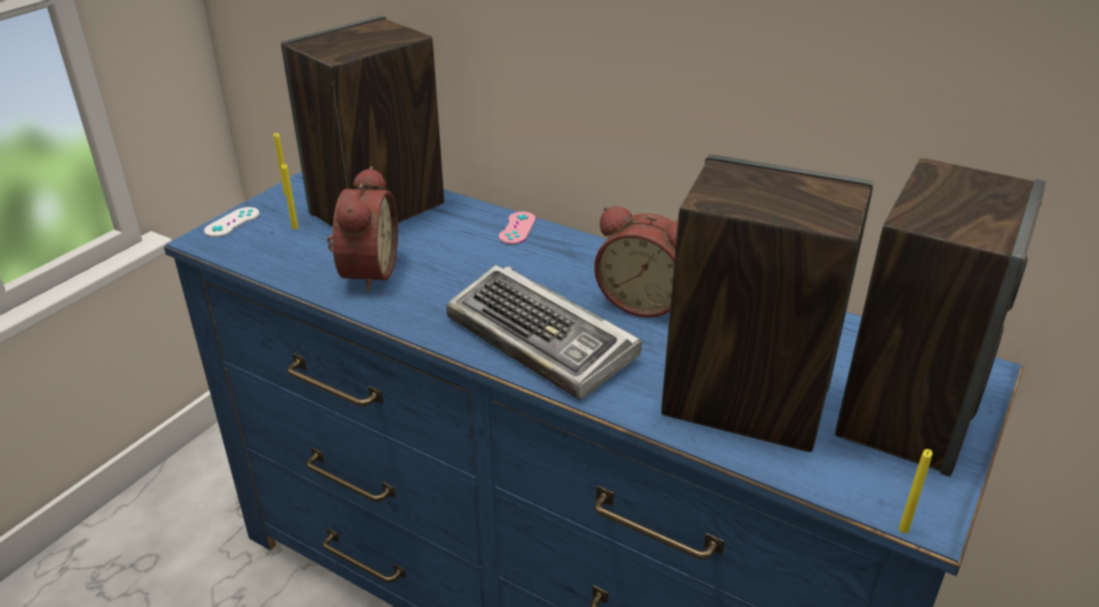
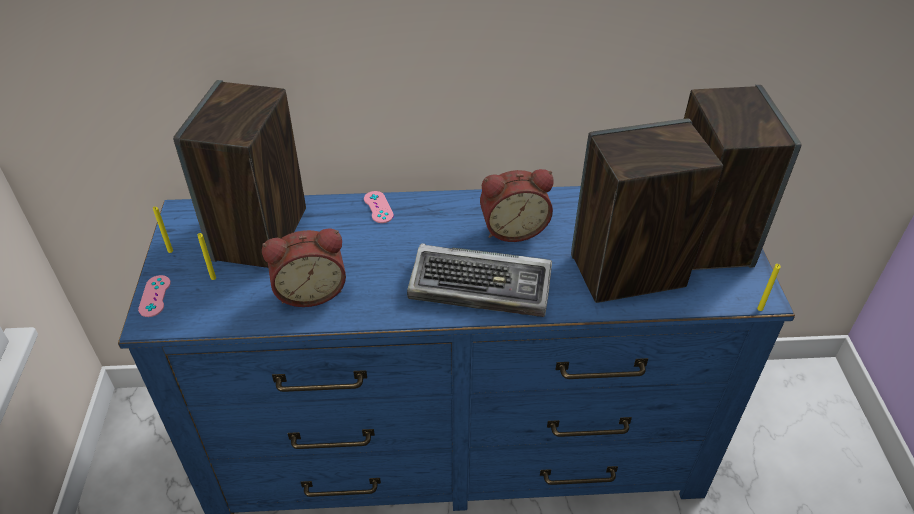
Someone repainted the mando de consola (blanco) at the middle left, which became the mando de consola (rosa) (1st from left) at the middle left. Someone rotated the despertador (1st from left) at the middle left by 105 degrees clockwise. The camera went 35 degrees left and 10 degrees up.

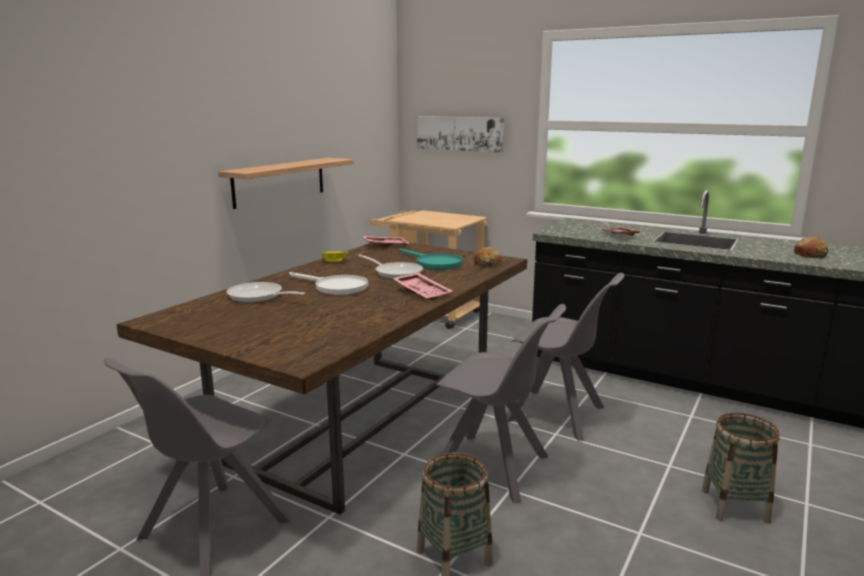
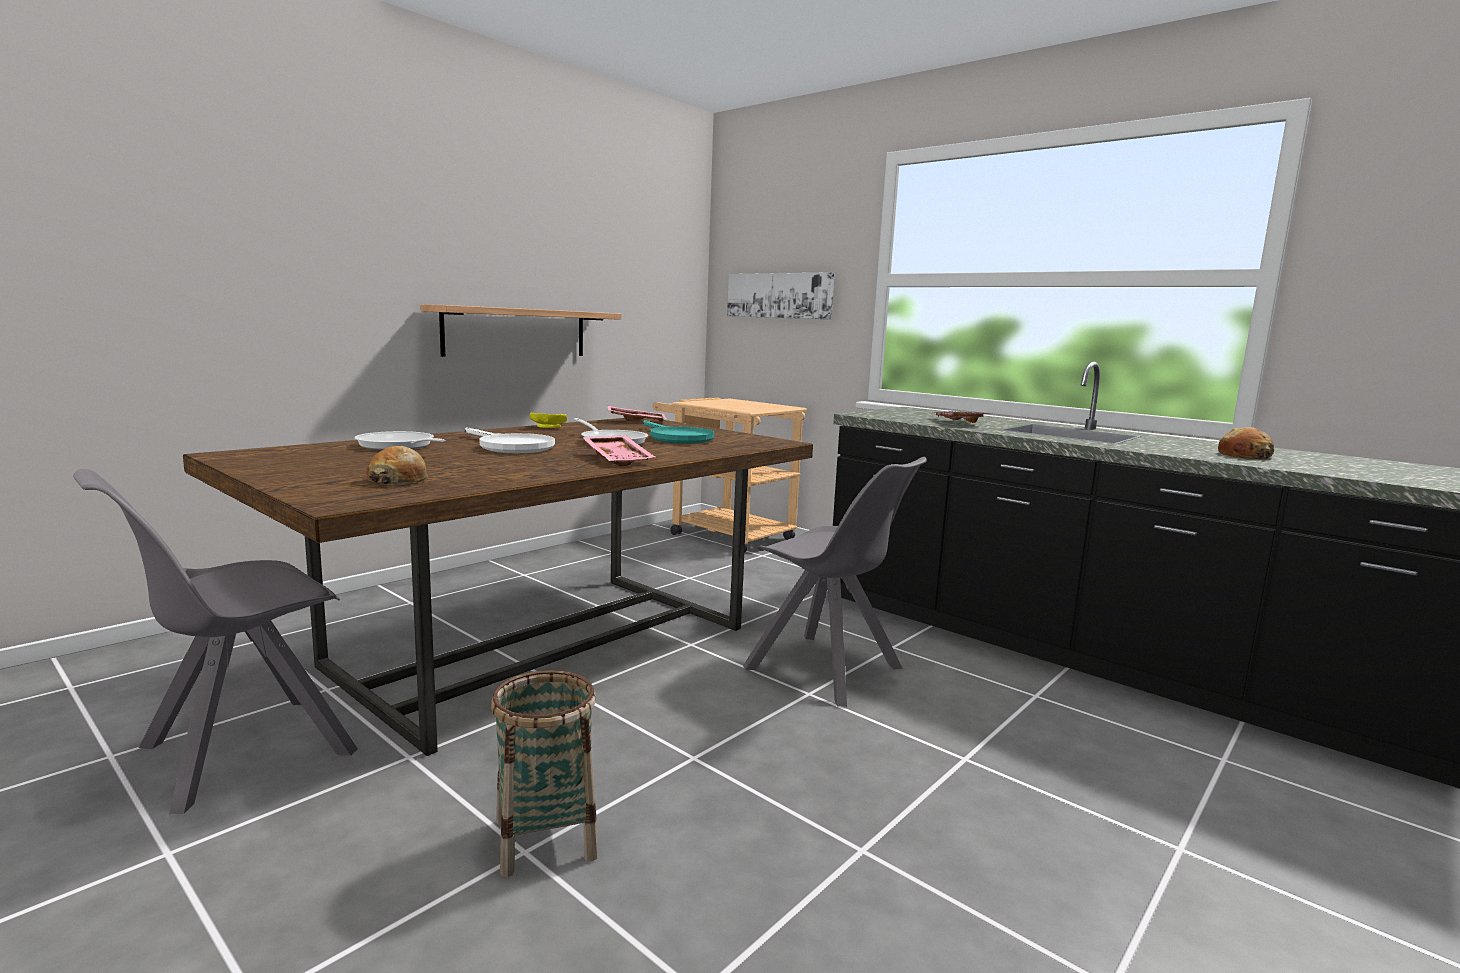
Someone took away the silla (gris) (2nd from left) at the bottom centre. Someone took away the cesta (2nd from left) at the bottom right. Someone carried the pan (1st from left) from the centre to the middle left. The camera went 10 degrees right and 5 degrees down.

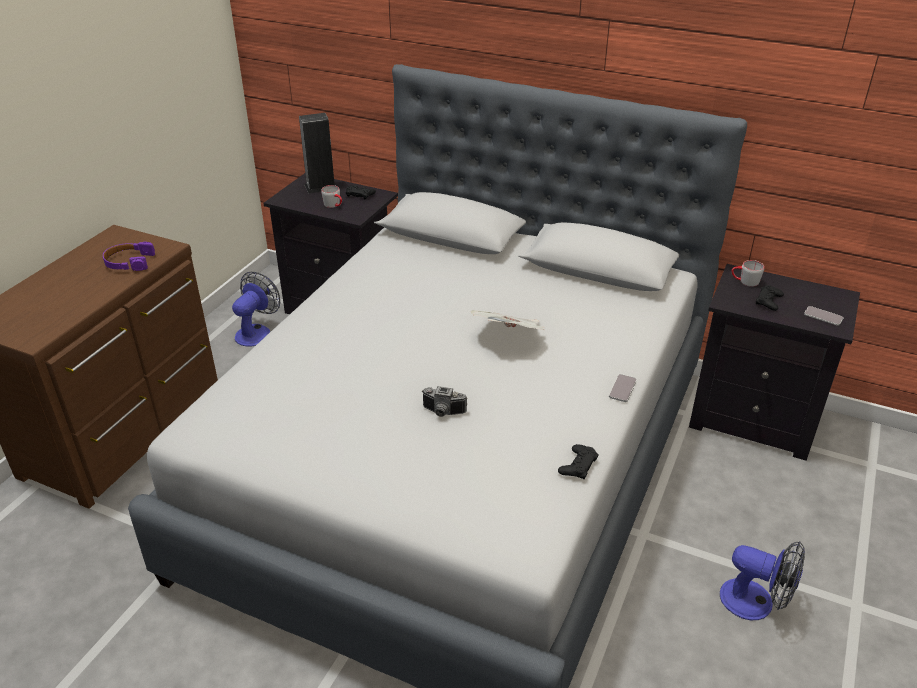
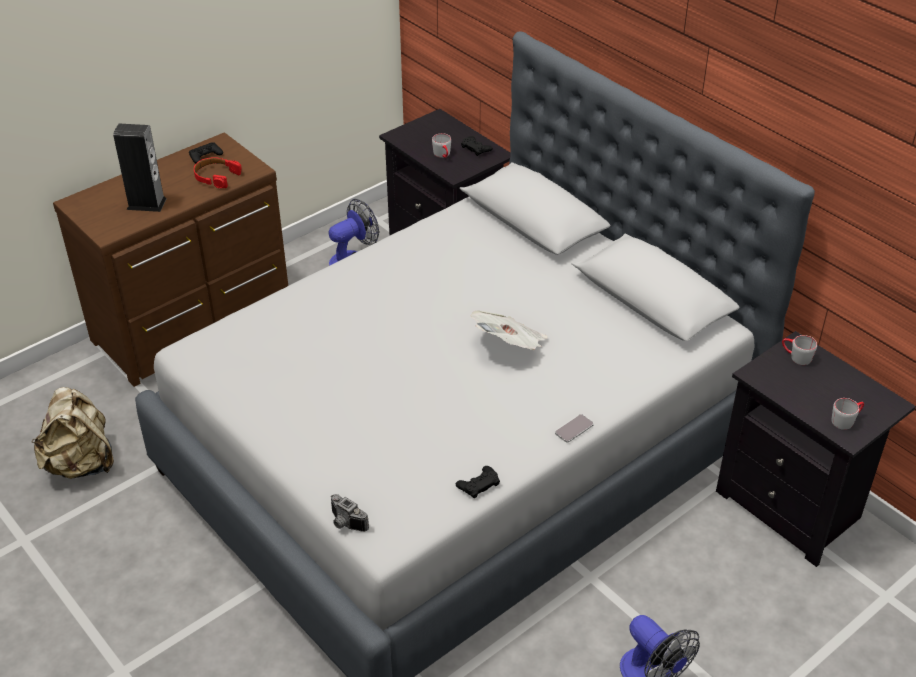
Someone put down the mochila (beis) at the middle left. Someone carried the altavoz from the top centre to the top left. Someone carried the cámara from the centre to the bottom centre. Someone carried the mando de consola (negro) (3rd from left in the first image) from the middle right to the top left. Someone swapped the móvil (2nd from left) at the middle right for the taza grande (gris) (3rd from left) at the middle right. Someone repainted the auriculares (morado) at the middle left, which became the auriculares (rojo) at the top left. The camera went 25 degrees right and 5 degrees up.

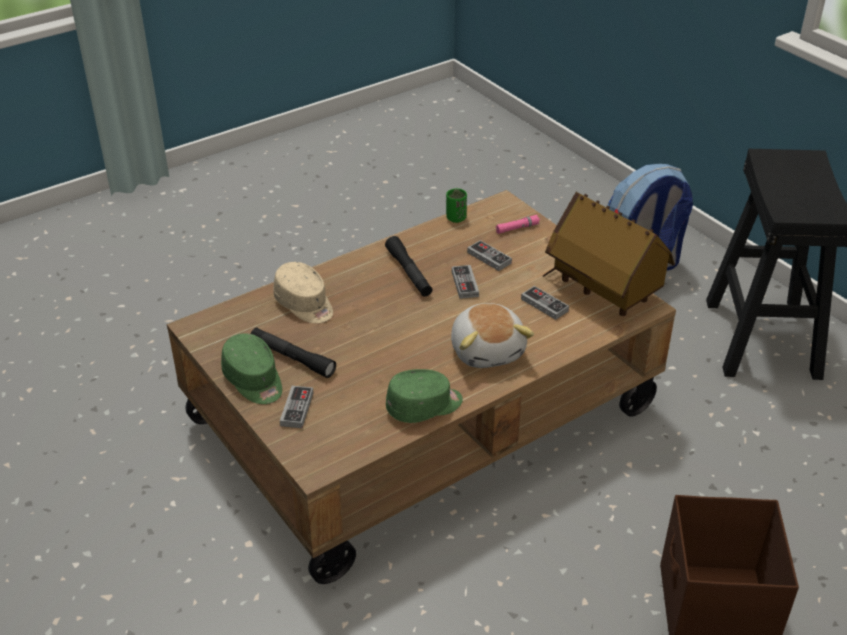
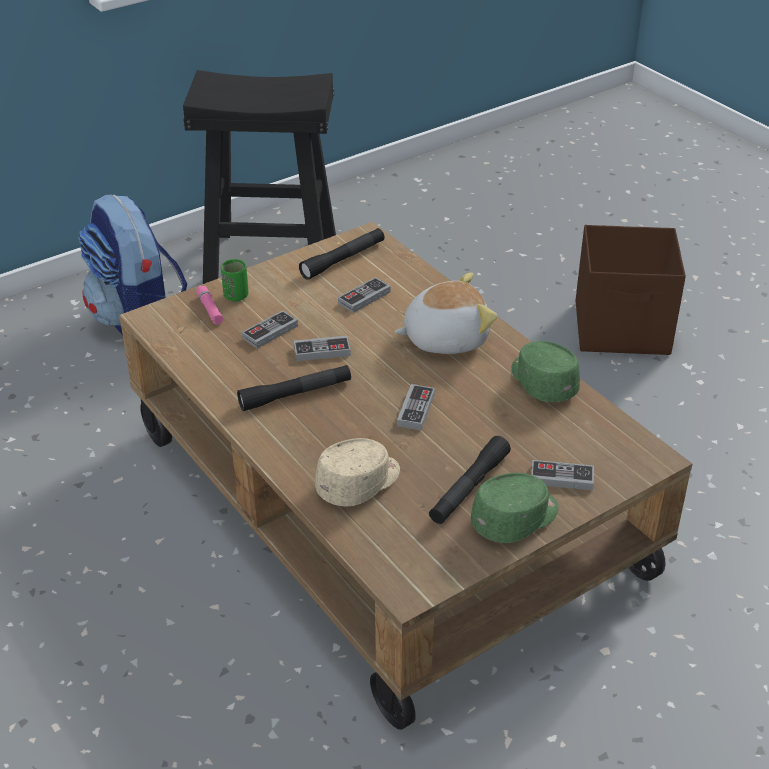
Someone put down the mando de consola (4th from left) at the centre. Someone carried the taza (verde) from the top centre to the middle left. Someone swapped the casita at the middle right for the linterna (negro) (2nd from left) at the top centre. The camera went 90 degrees left and 0 degrees up.

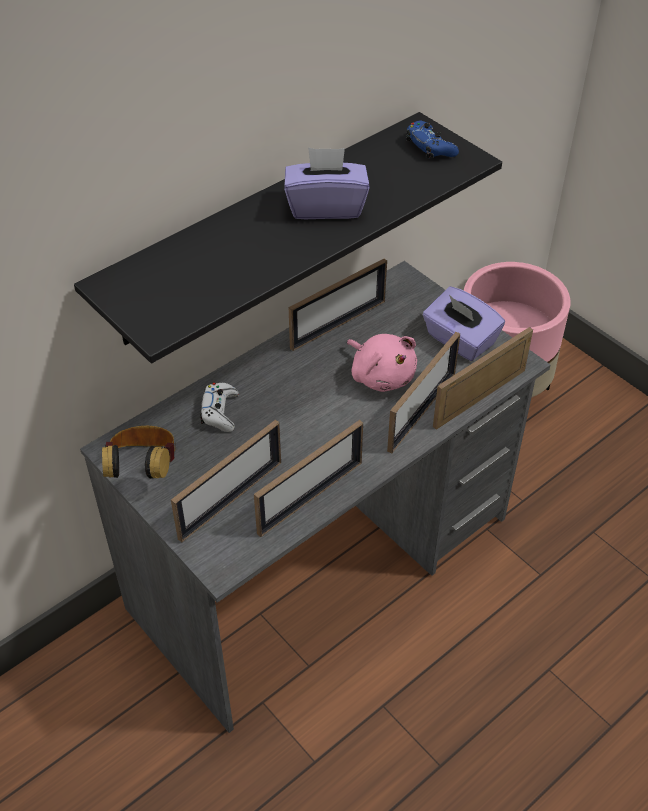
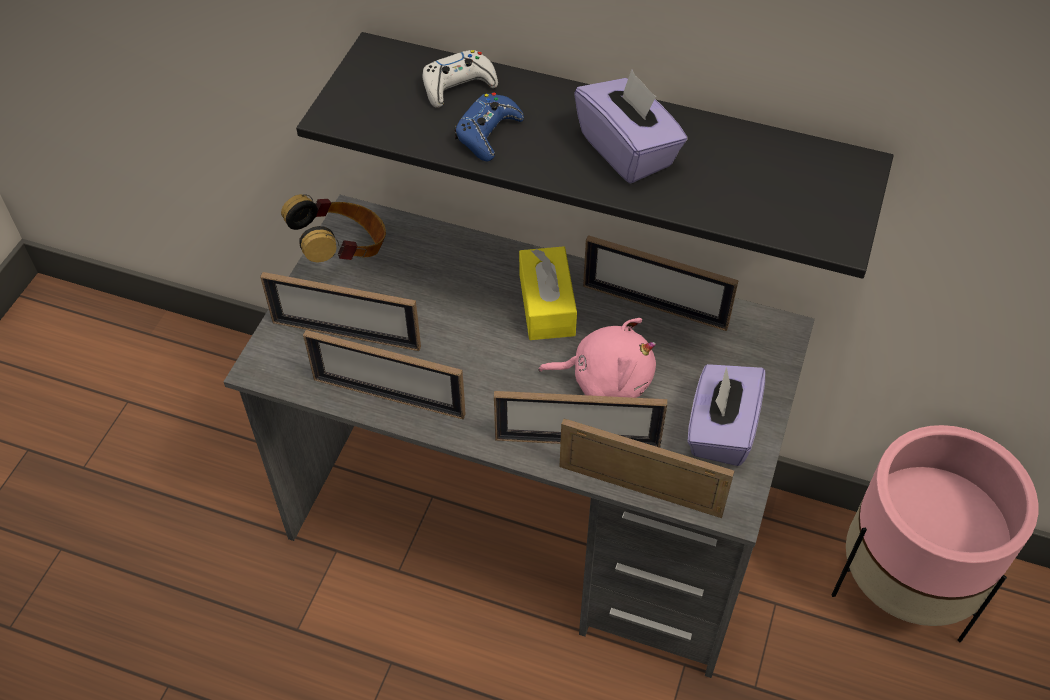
Someone put down the caja de pañuelos (amarillo) at the centre. Someone carried the mando de consola (blanco) from the centre to the top centre. Someone carried the mando de consola (azul) from the top right to the top centre. Someone rotated the peluche (rosa) at the centre by 105 degrees counterclockwise. The camera went 60 degrees right and 5 degrees up.

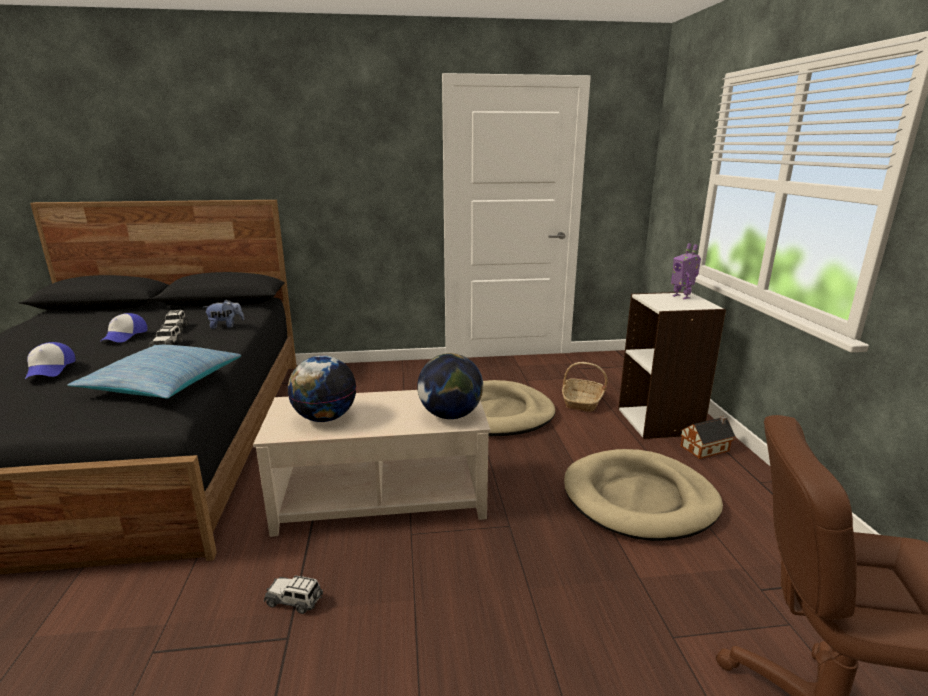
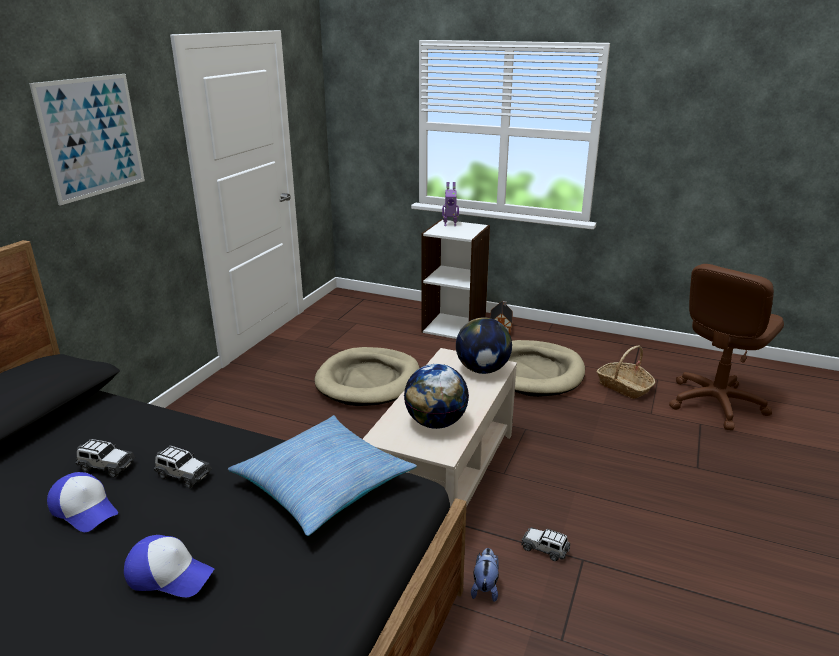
Someone put up the cuadro at the top left. Someone carried the peluche from the middle left to the bottom centre. Someone carried the cesta from the centre to the middle right. Someone rotated the coche de juguete (3rd from left) at the bottom left by 75 degrees clockwise. The camera went 60 degrees left and 5 degrees up.

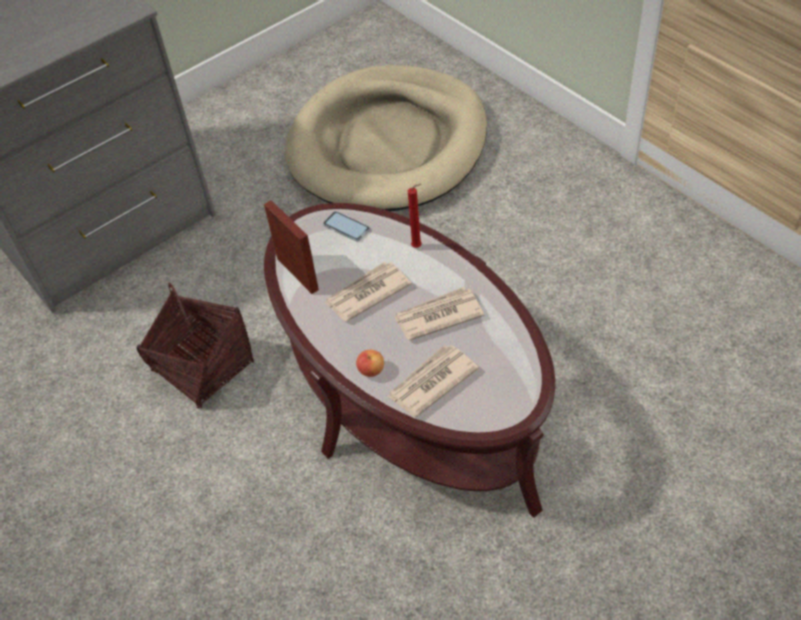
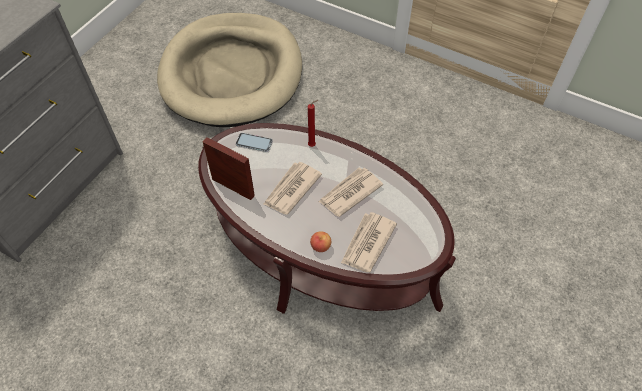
Someone took away the cesta at the middle left. The camera went 25 degrees left and 5 degrees up.

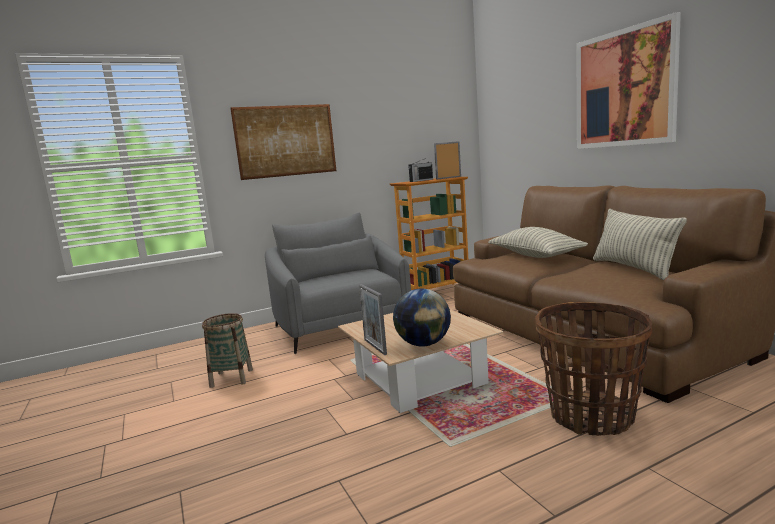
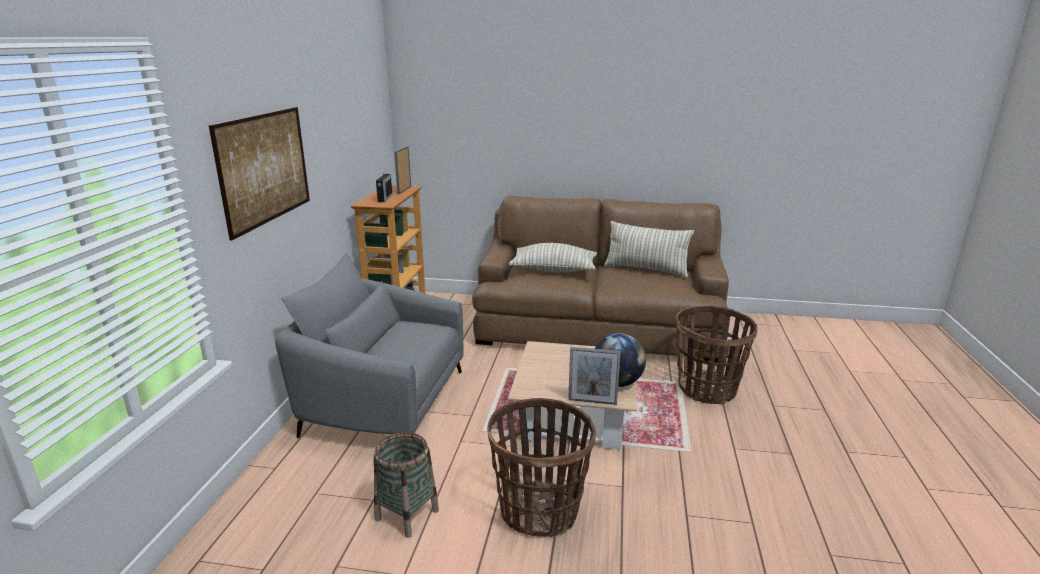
Someone took away the cuadro (2nd from left) at the top right. Someone put down the cesta (2nd from left) at the bottom centre. The camera went 55 degrees left and 10 degrees up.

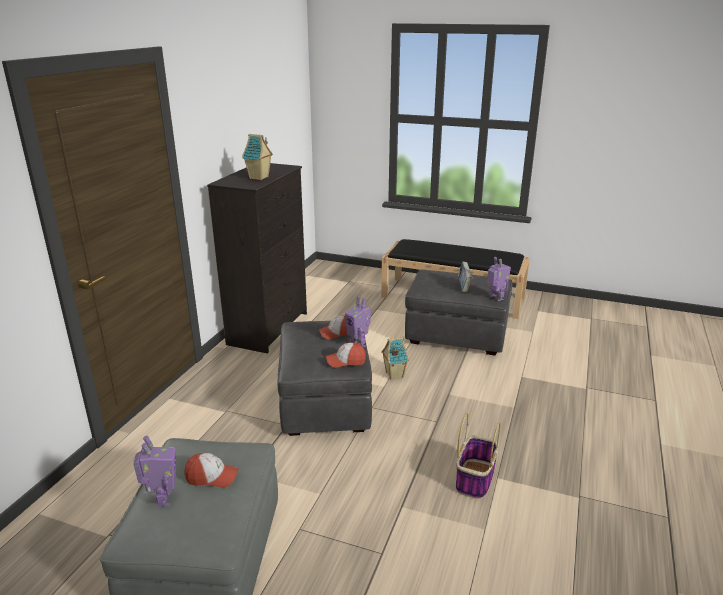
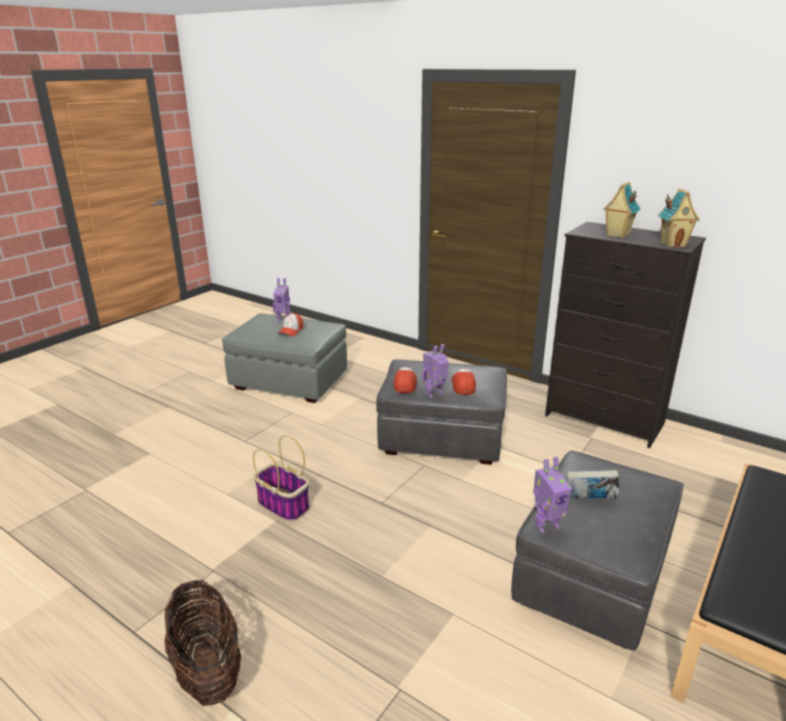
Someone put down the cesta (1st from left) at the bottom left. Someone carried the casita (2nd from left) from the centre to the top right. The camera went 105 degrees right and 0 degrees up.

